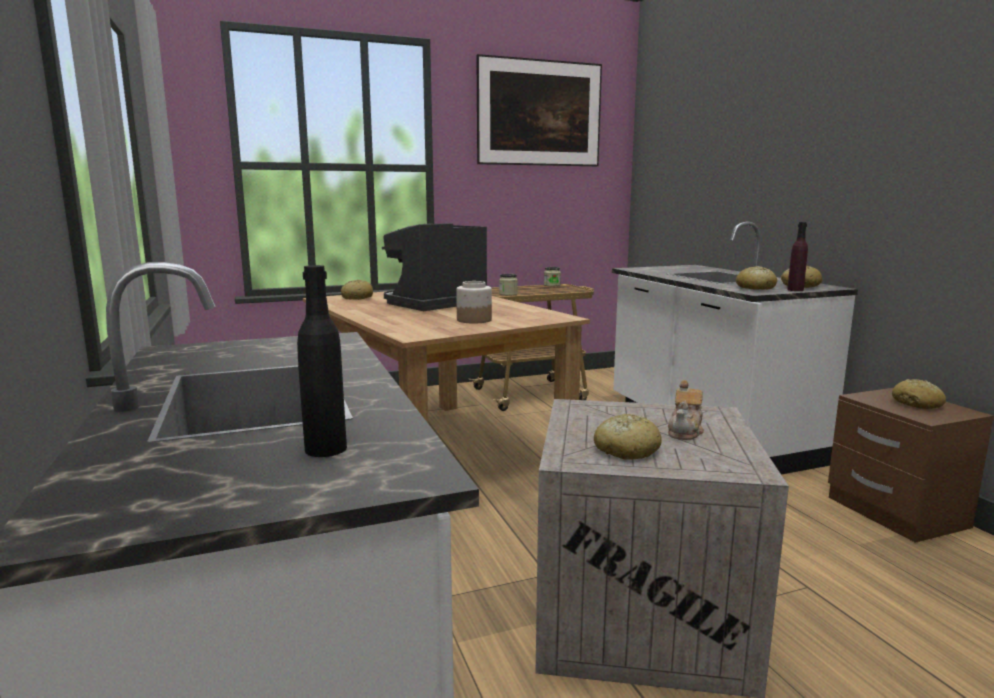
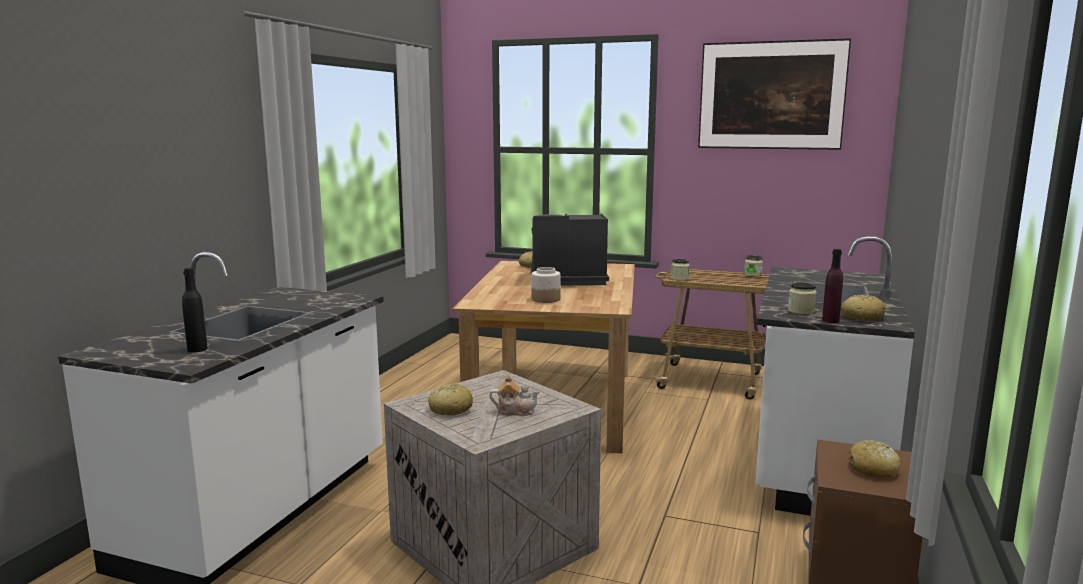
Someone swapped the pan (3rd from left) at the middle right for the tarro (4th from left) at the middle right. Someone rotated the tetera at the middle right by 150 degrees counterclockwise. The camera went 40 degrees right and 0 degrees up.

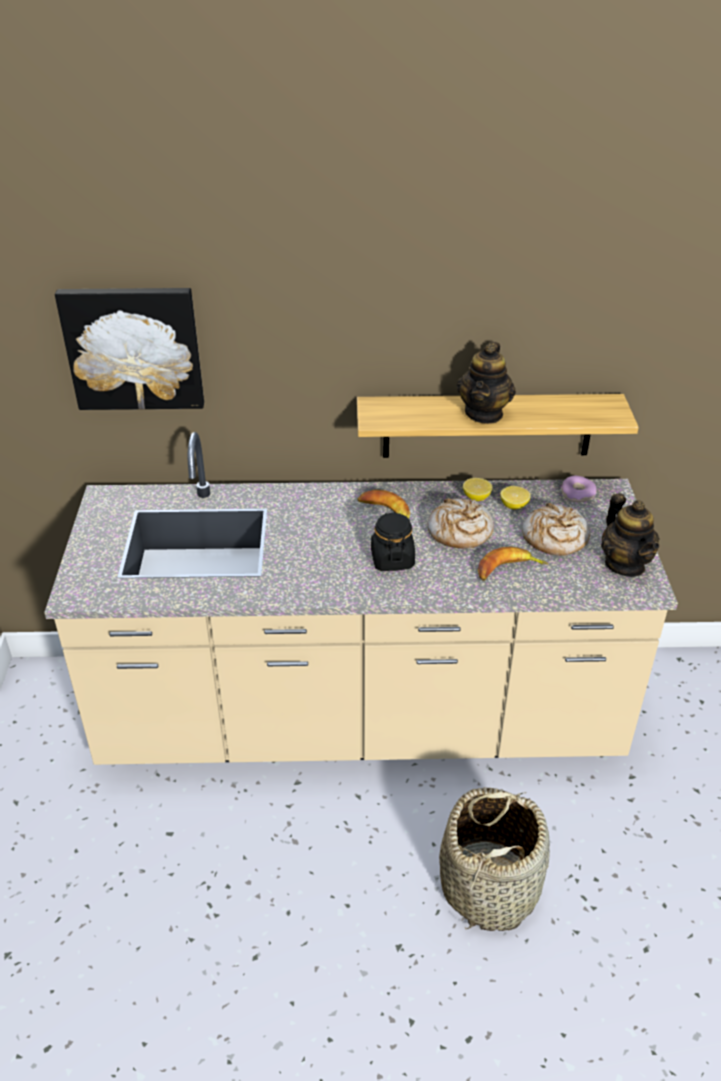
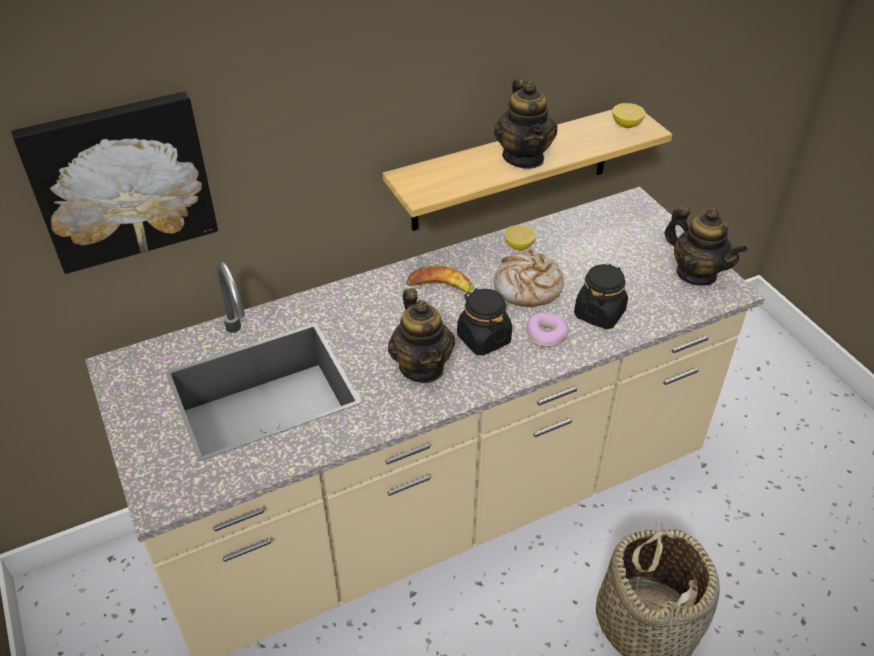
Someone took away the pan (2nd from left) at the middle right. Someone put down the tetera (1st from left) at the centre. Someone carried the limón (2nd from left) from the middle right to the top right. Someone carried the rosquilla from the middle right to the centre. Someone swapped the plátano (2nd from left) at the middle right for the tarro (negro) (2nd from left) at the middle right. The camera went 25 degrees left and 5 degrees up.

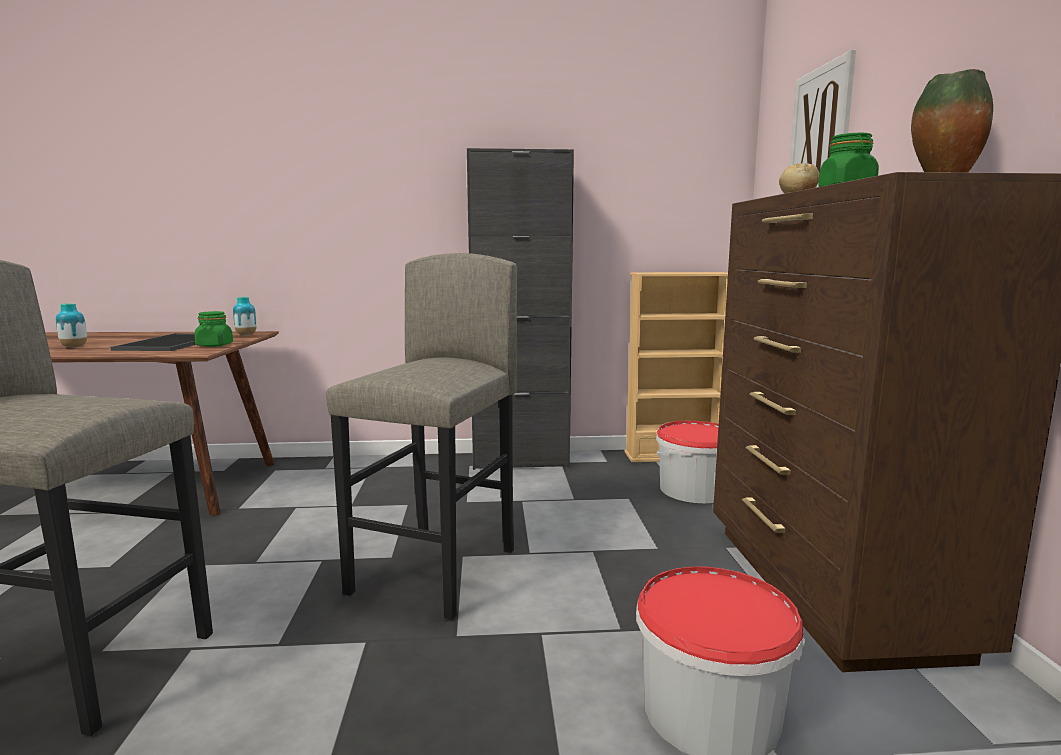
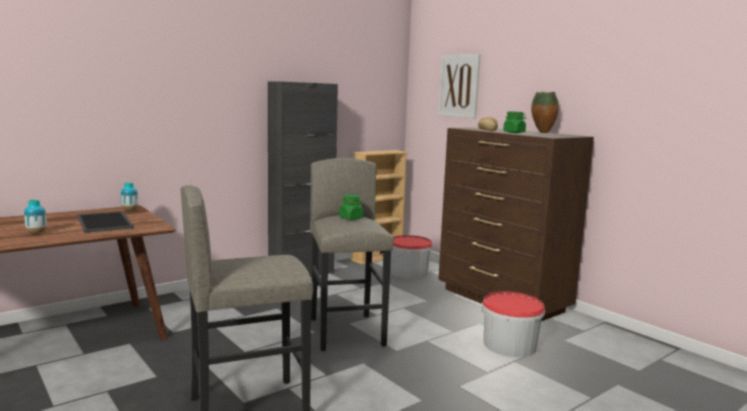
Someone carried the tarro (verde) (1st from left) from the middle left to the centre. The camera went 35 degrees left and 0 degrees up.

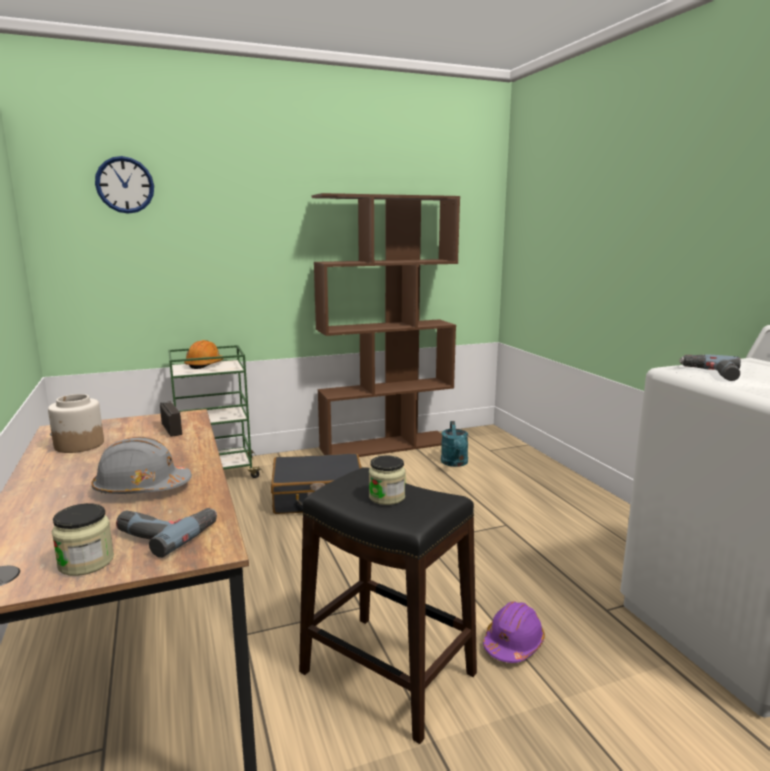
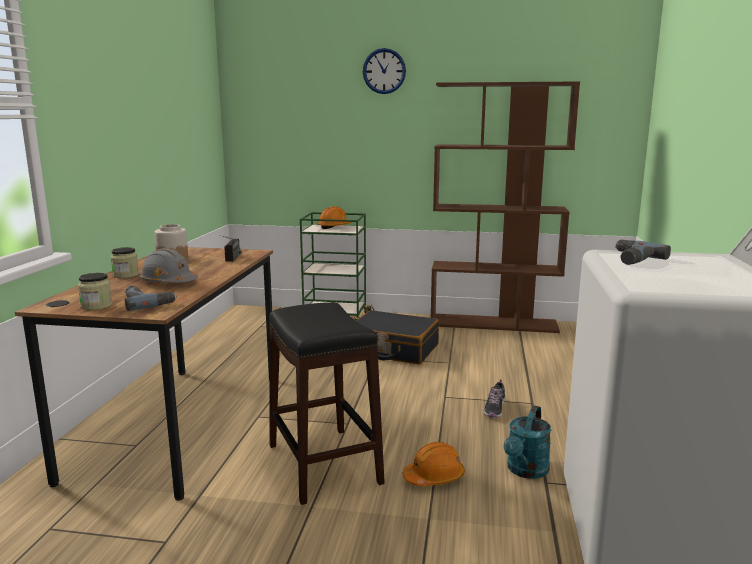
Someone put down the zapato at the bottom centre. Someone carried the reloj de pared from the top left to the top centre. Someone carried the tarro (3rd from left in the first image) from the centre to the middle left. Someone carried the regadera (turquesa) from the centre to the bottom right. Someone repainted the casco (morado) at the bottom right, which became the casco (naranja) (2nd from left) at the bottom centre. The camera went 30 degrees right and 0 degrees up.

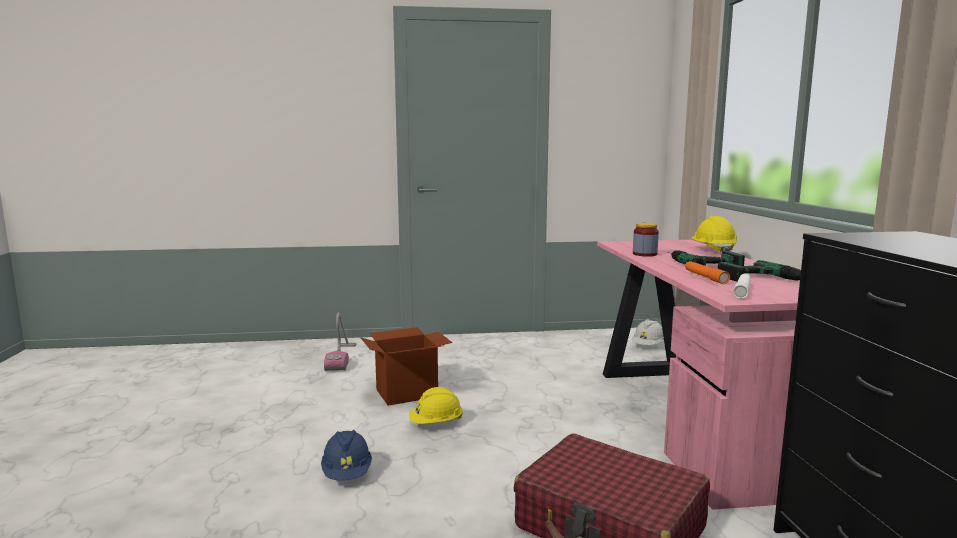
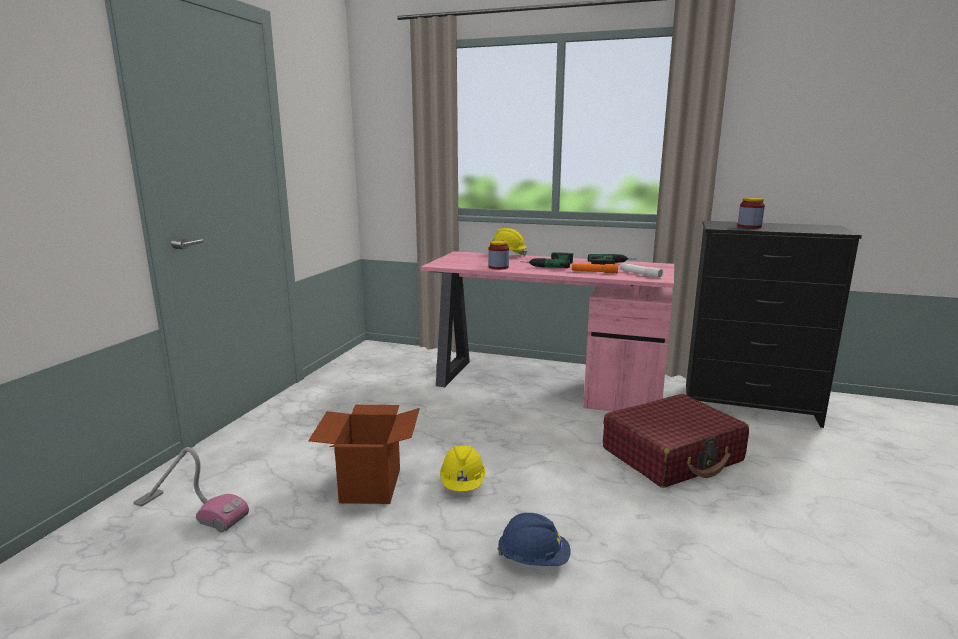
Someone took away the casco (blanco) at the middle right. Someone put down the tarro (2nd from left) at the middle right. The camera went 65 degrees left and 5 degrees up.

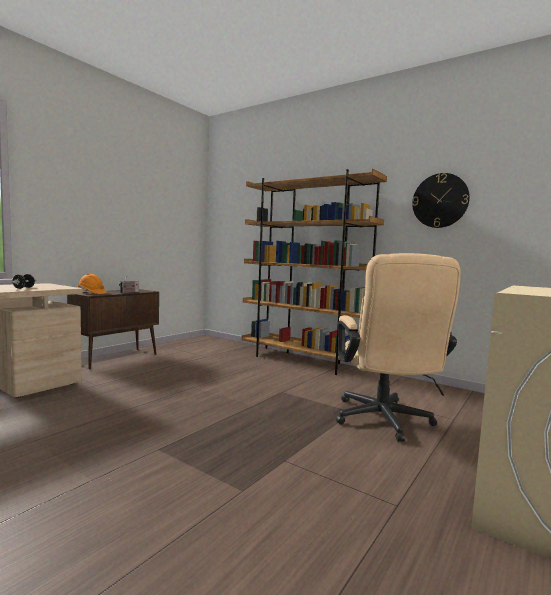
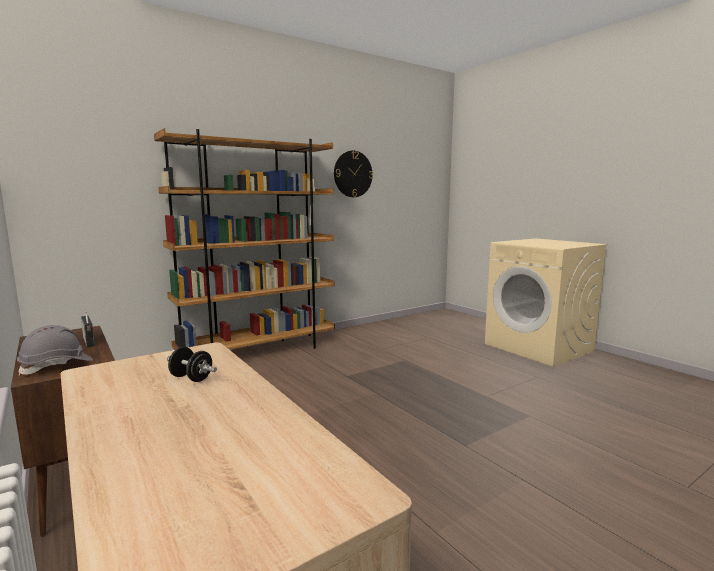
Someone took away the silla de oficina (beis) at the middle right. Someone repainted the casco (naranja) at the middle left, which became the casco (gris) at the middle left. The camera went 70 degrees left and 5 degrees up.

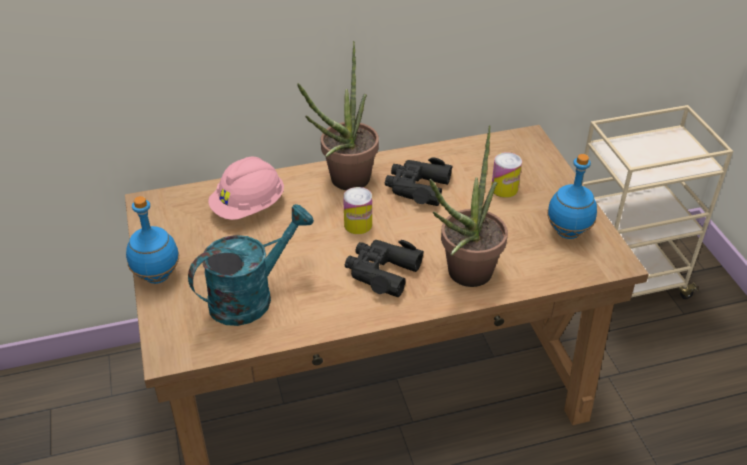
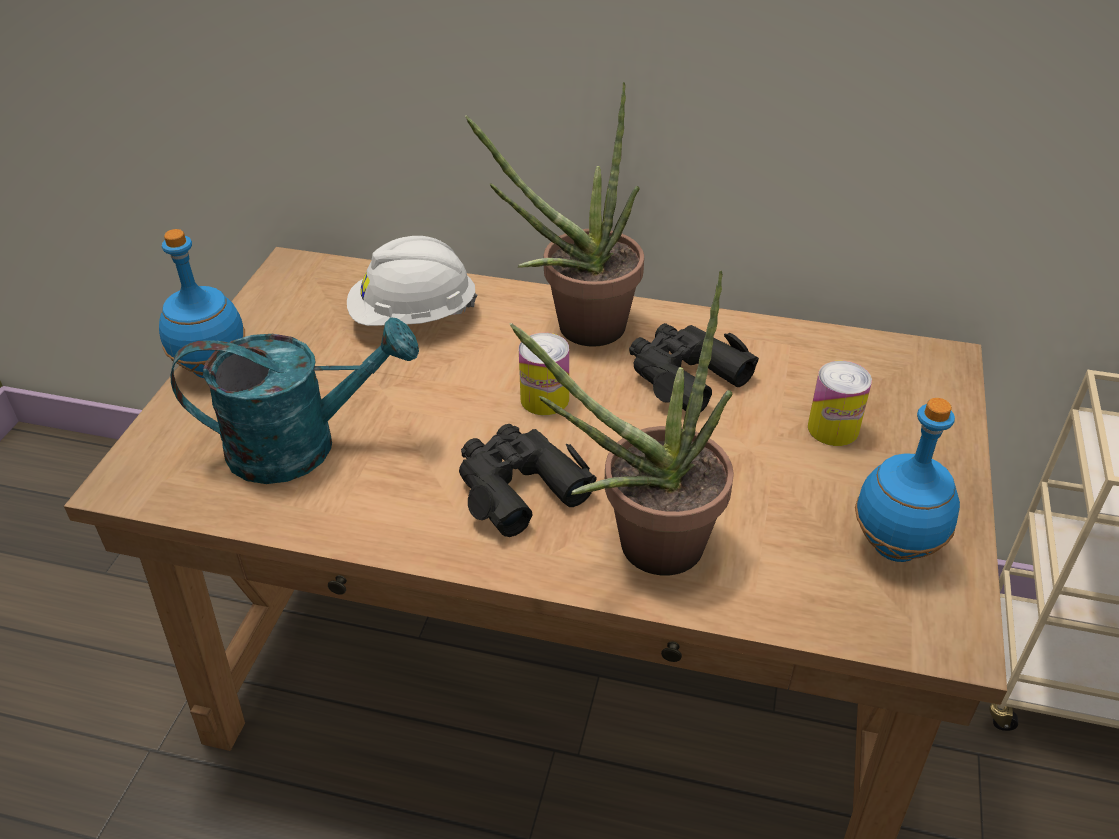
Someone repainted the casco (rosa) at the middle left, which became the casco (blanco) at the centre. The camera went 30 degrees right and 0 degrees up.

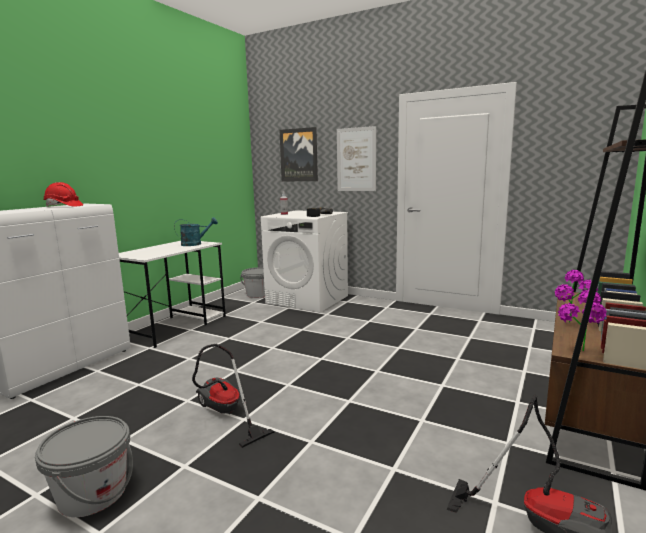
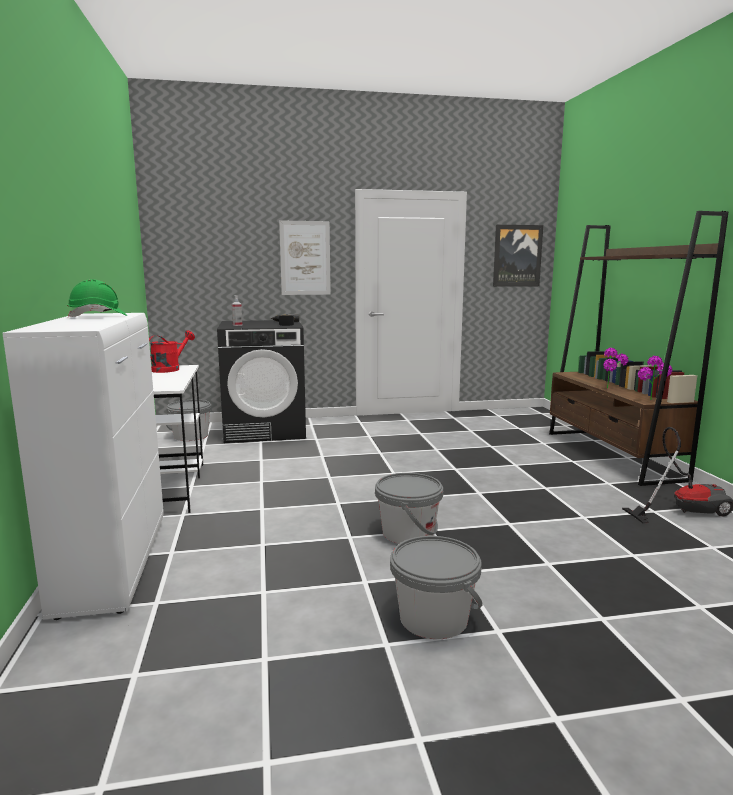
Someone carried the cuadro (1st from left in the first image) from the top centre to the top right. Someone swapped the aspiradora (1st from left) at the bottom centre for the cubo (gris) (2nd from left) at the centre. Someone repainted the casco (rojo) at the middle left, which became the casco (verde) at the middle left. Someone repainted the regadera (turquesa) at the middle left, which became the regadera (rojo) at the middle left. Someone repainted the lavadora (blanco) at the centre, which became the lavadora (negro) at the centre. The camera went 40 degrees left and 0 degrees up.

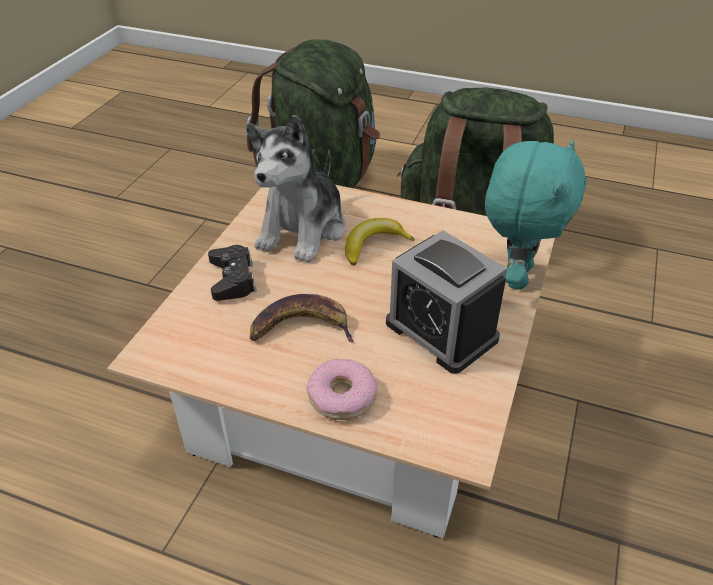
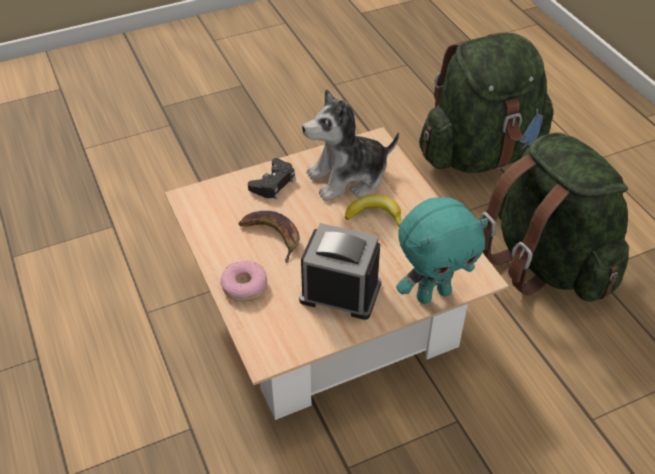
Someone rotated the despertador at the centre by 105 degrees clockwise. The camera went 45 degrees right and 5 degrees up.

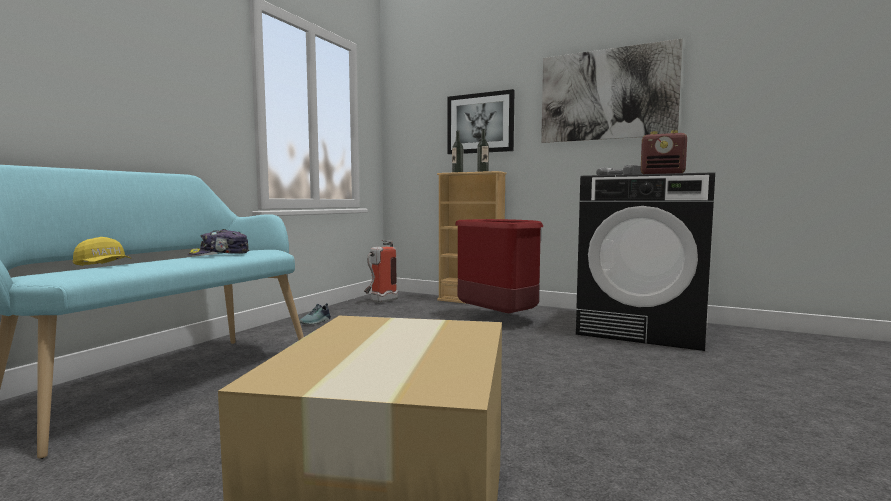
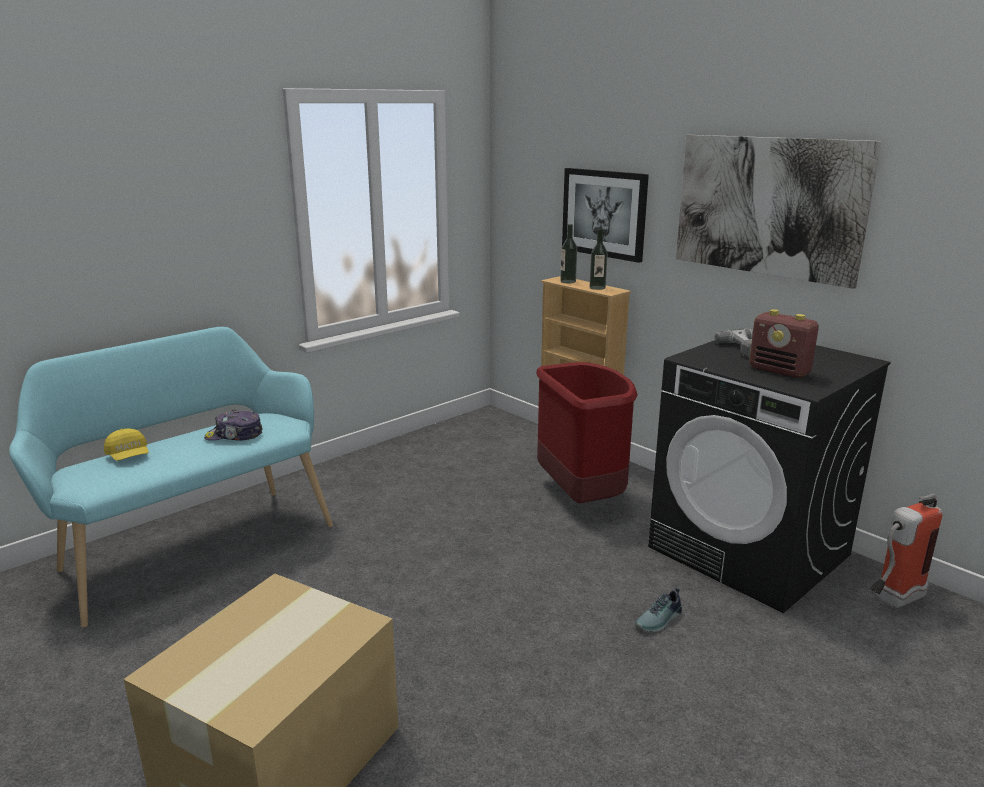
Someone carried the zapato from the centre to the bottom right. Someone carried the extintor from the centre to the bottom right. The camera went 20 degrees right and 15 degrees up.

